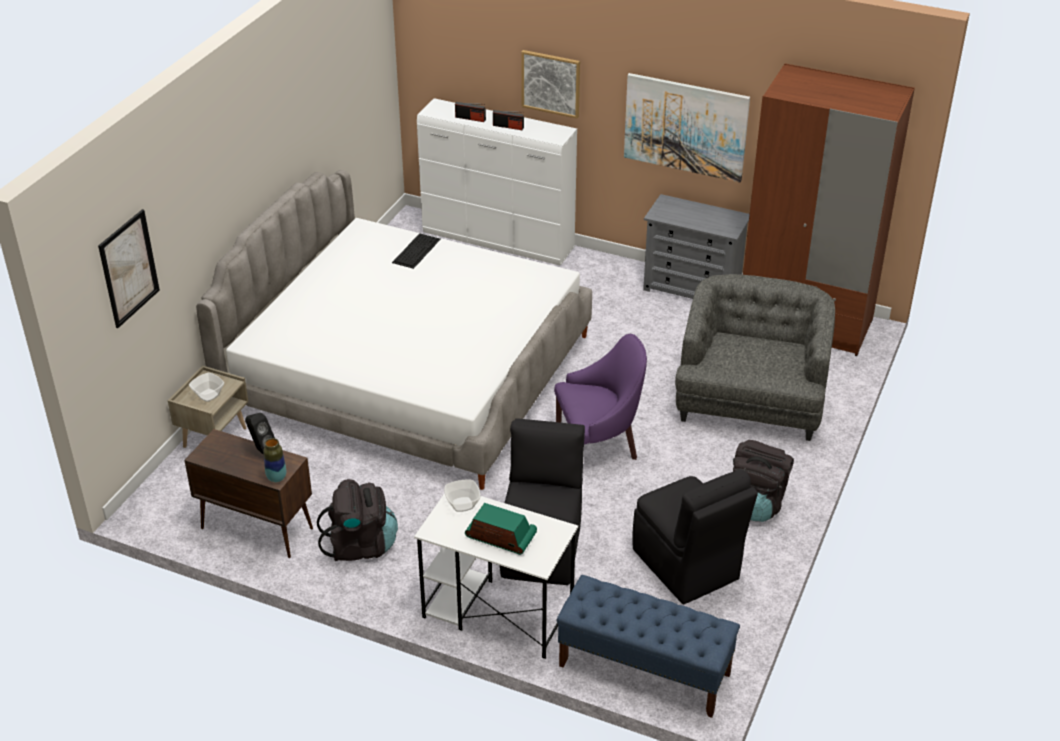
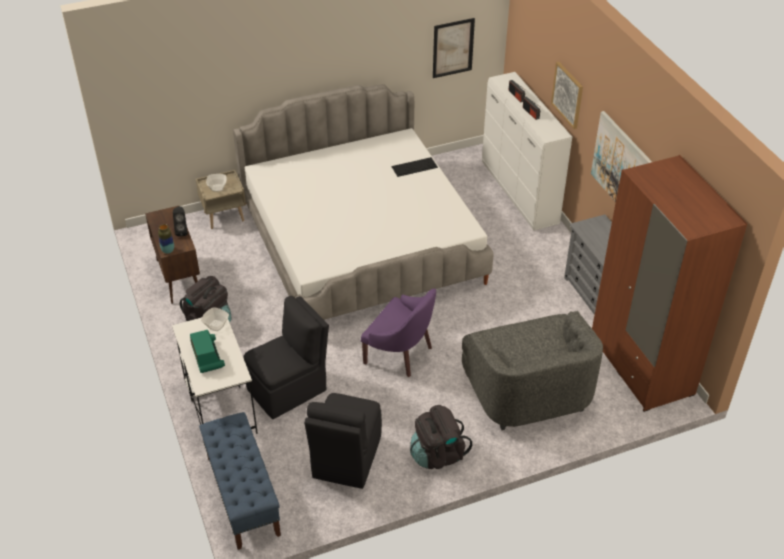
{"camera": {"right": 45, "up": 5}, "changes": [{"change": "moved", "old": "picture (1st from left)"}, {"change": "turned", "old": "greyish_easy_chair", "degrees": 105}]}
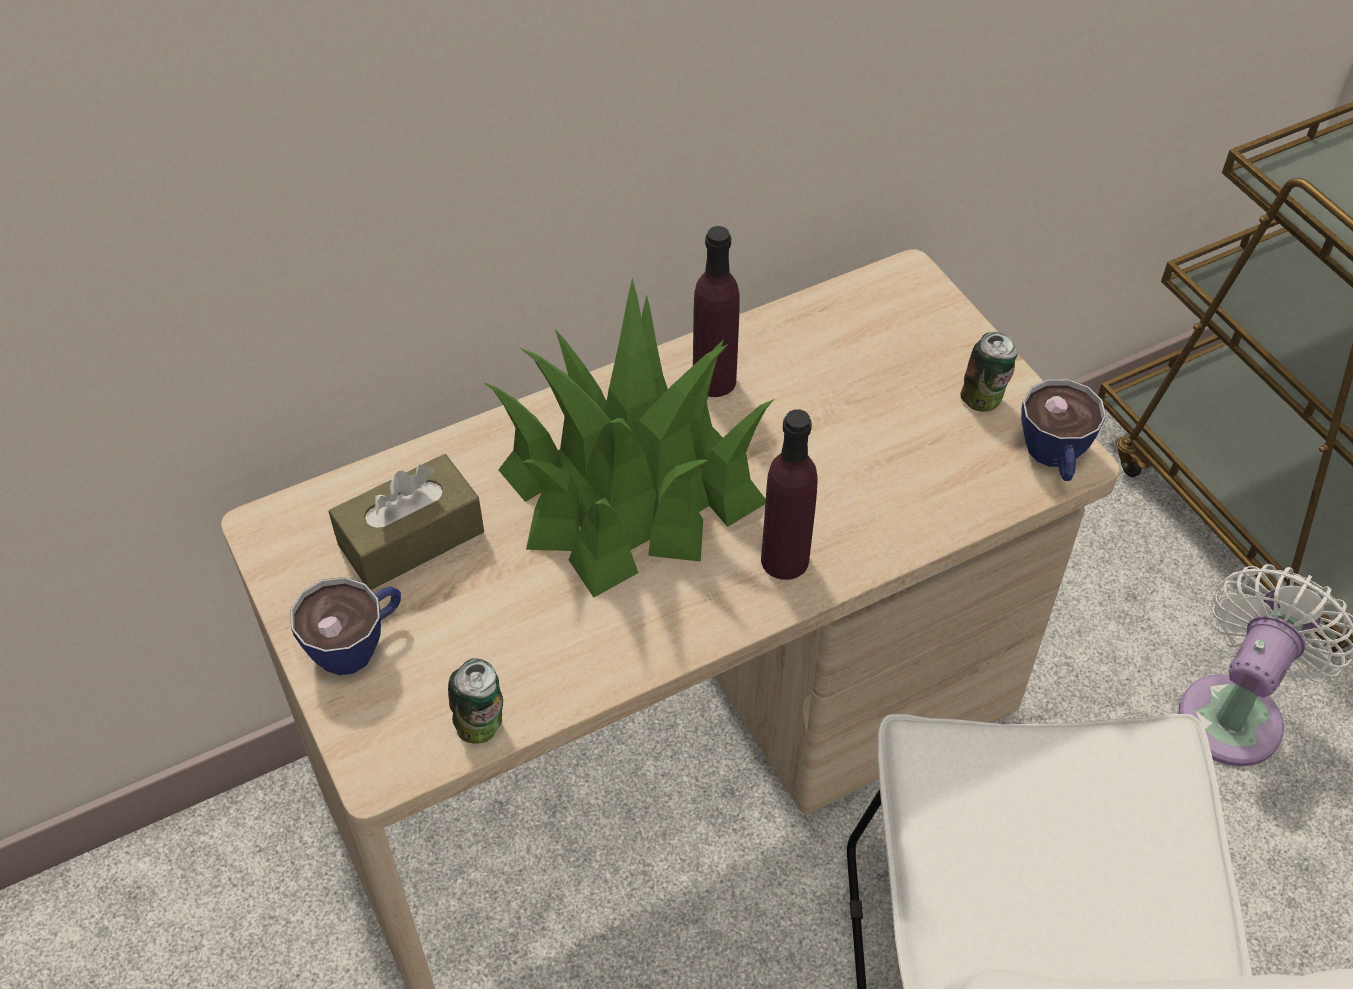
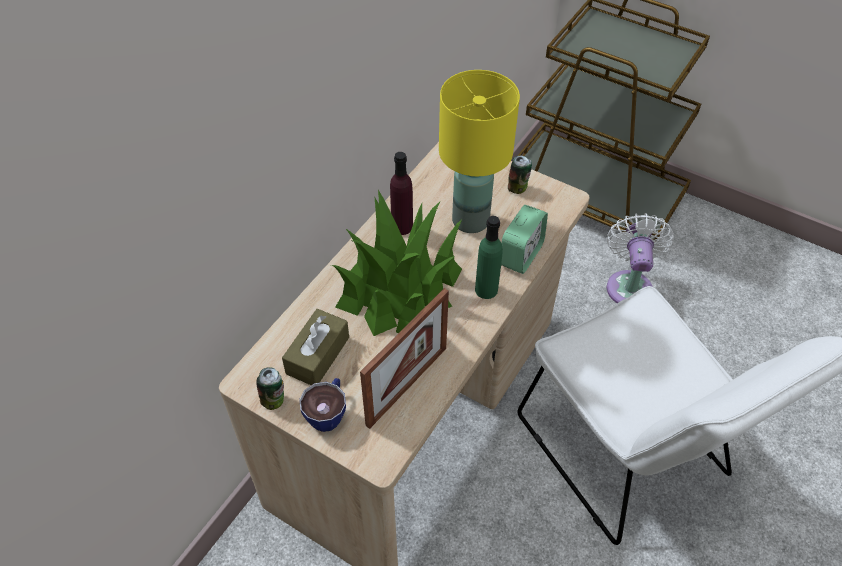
{"camera": {"right": -30, "up": 0}, "changes": [{"change": "removed", "old": "drinking_cup (2nd from left)"}, {"change": "added", "new": "picture_frame"}, {"change": "added", "new": "yellow_lamp_for_a_table"}, {"change": "added", "new": "bedside_clock"}, {"change": "moved", "old": "sealed_can (1st from left)"}, {"change": "recoloured", "old": "purple_drink_bottle (2nd from left)", "new": "green-coloured_drink_bottle"}]}
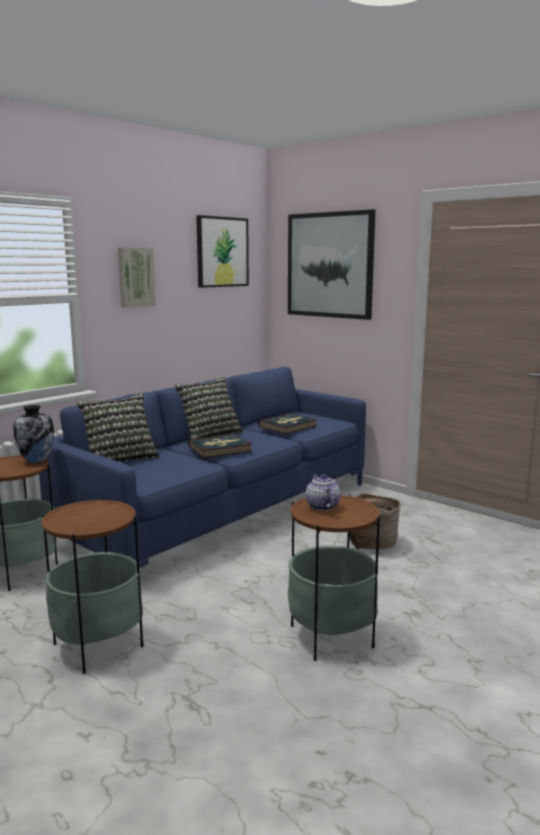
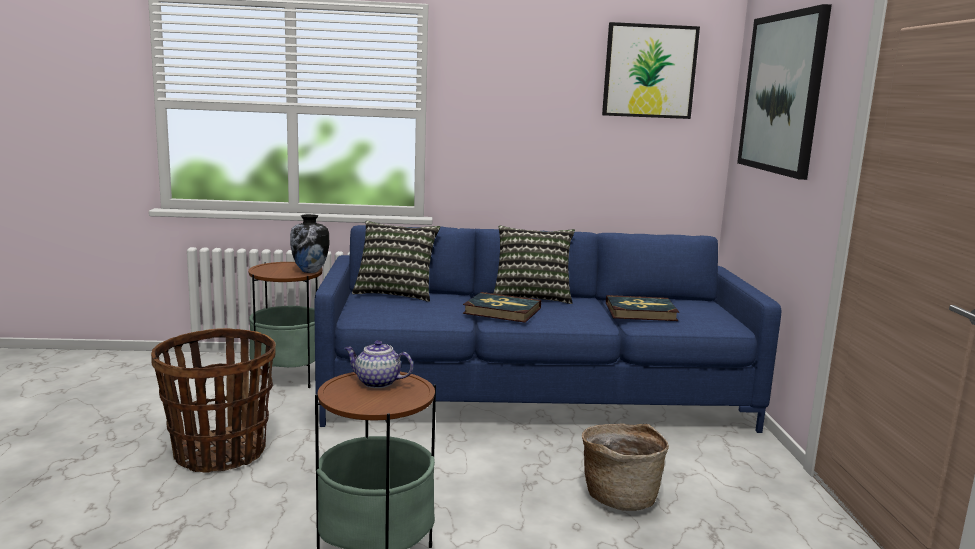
{"camera": {"right": 45, "up": 0}, "changes": [{"change": "removed", "old": "picture (1st from left)"}, {"change": "replaced", "old": "accent_table (2nd from left)", "new": "household_basket (1st from left)"}, {"change": "turned", "old": "tea_pot", "degrees": -105}]}
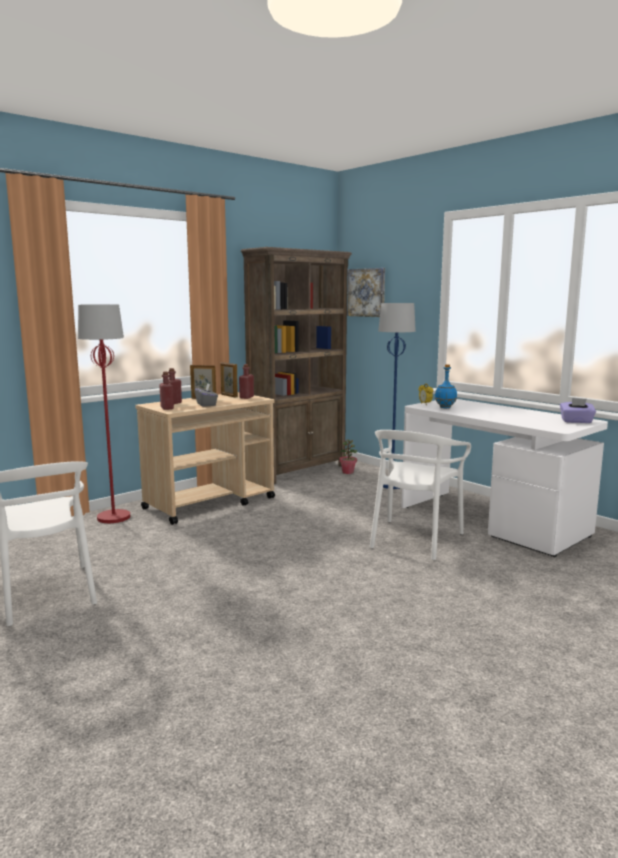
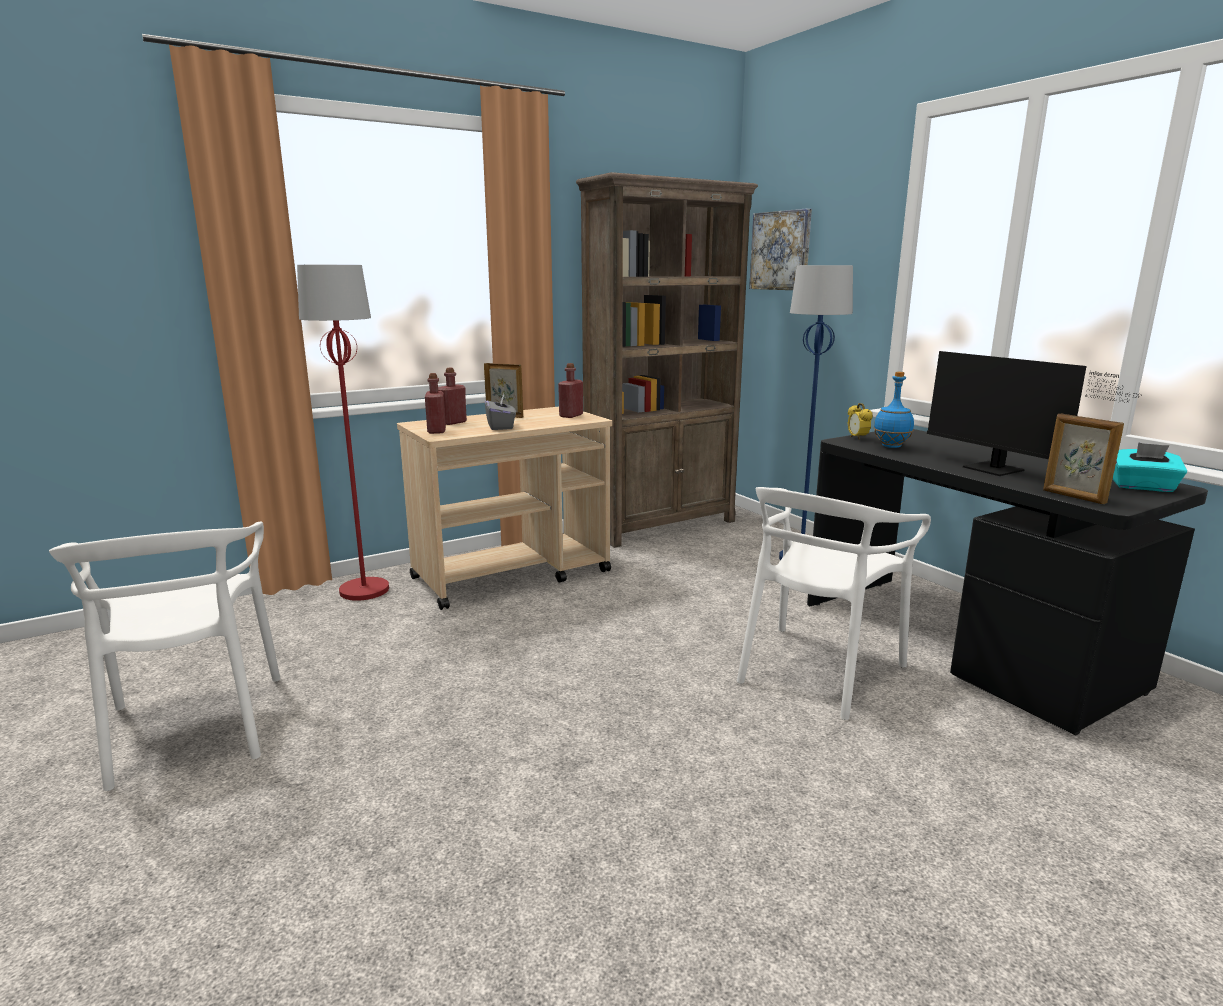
{"camera": {"right": 10, "up": 5}, "changes": [{"change": "removed", "old": "houseplant"}, {"change": "added", "new": "computer_display"}, {"change": "moved", "old": "picture_frame (2nd from left)"}, {"change": "recoloured", "old": "white-coloured_desk_table", "new": "black-coloured_desk_table"}, {"change": "recoloured", "old": "purple_tissue_box", "new": "blue-green_tissue_box"}]}
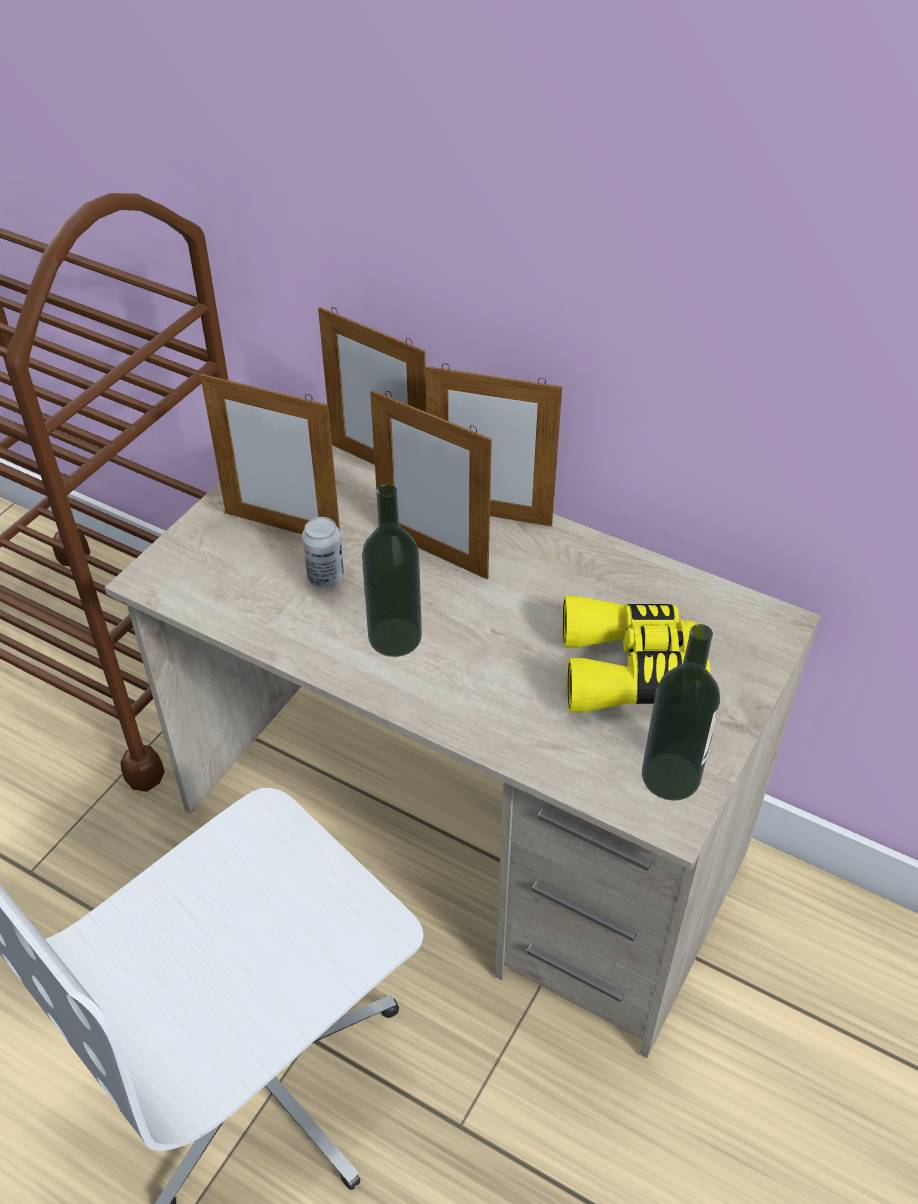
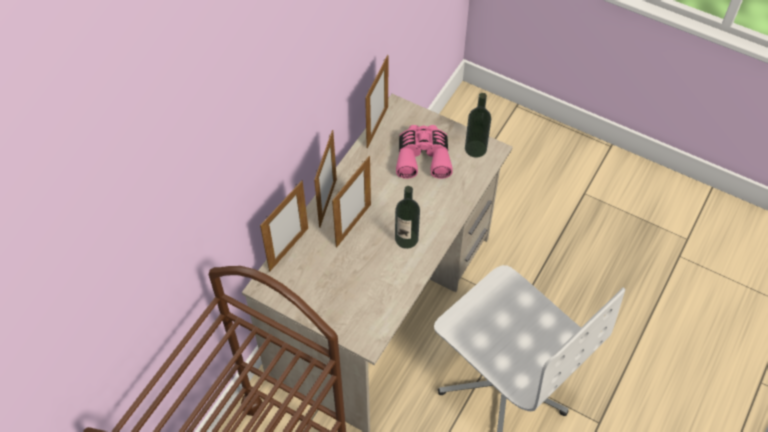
{"camera": {"right": -90, "up": 10}, "changes": [{"change": "removed", "old": "sealed_can"}, {"change": "moved", "old": "picture_frame (1st from left in the first image)", "new": "picture_frame (4th from left)"}, {"change": "recoloured", "old": "yellow_binoculars", "new": "pink_binoculars"}]}
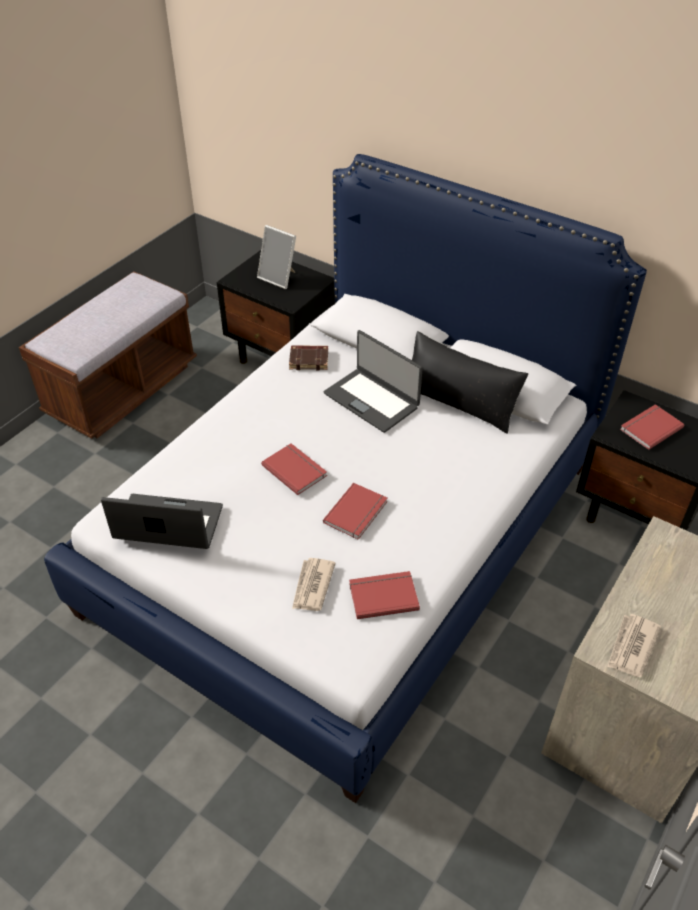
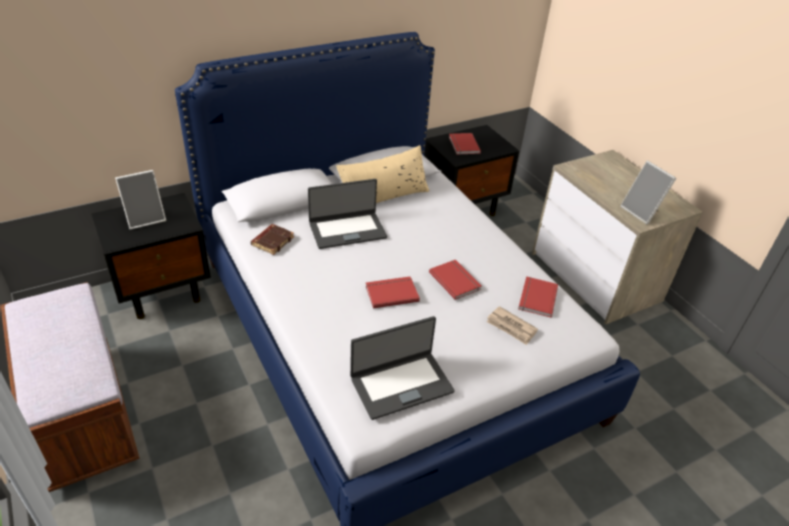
{"camera": {"right": -65, "up": -5}, "changes": [{"change": "replaced", "old": "printed_paper (2nd from left)", "new": "picture_frame (2nd from left)"}, {"change": "recoloured", "old": "black-coloured_pillow", "new": "beige-coloured_pillow"}, {"change": "turned", "old": "portable_computer (1st from left in the first image)", "degrees": -150}]}
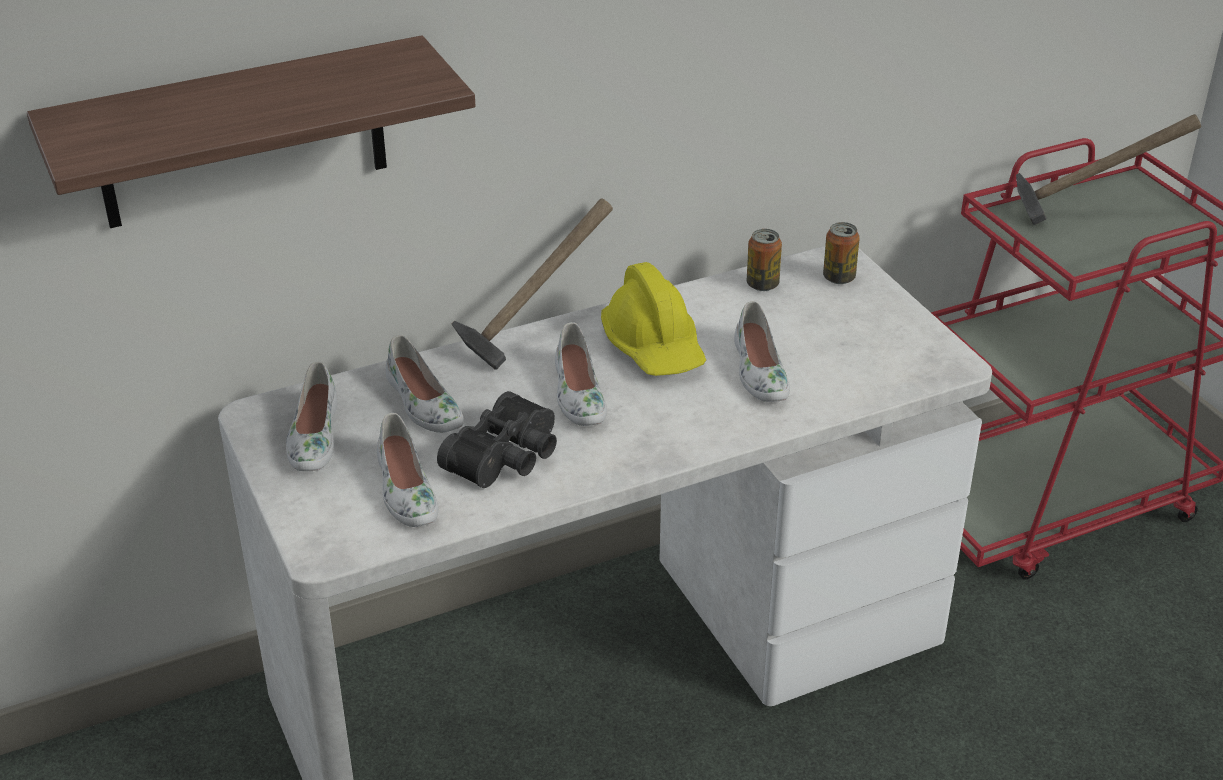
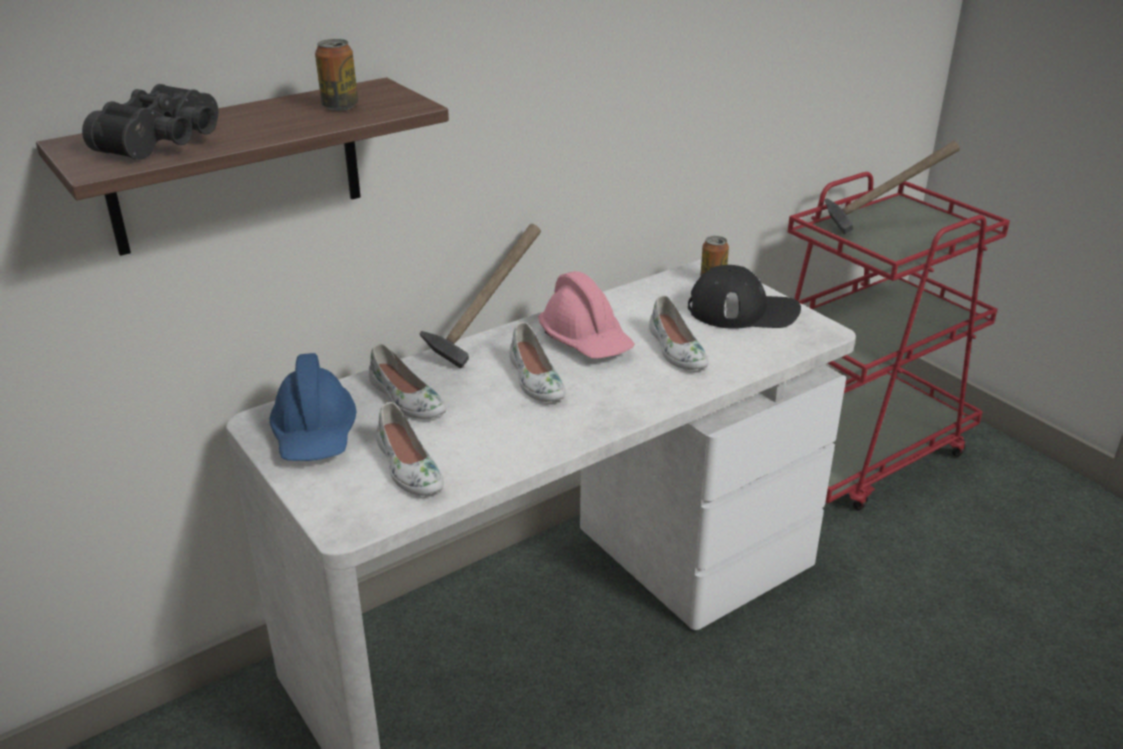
{"camera": {"right": -10, "up": -5}, "changes": [{"change": "added", "new": "black-coloured_cap"}, {"change": "moved", "old": "black-coloured_binoculars"}, {"change": "moved", "old": "sealed_can (1st from left)"}, {"change": "replaced", "old": "white-coloured_item_of_footwear (1st from left)", "new": "bluish_safety_helmet"}, {"change": "recoloured", "old": "yellow_safety_helmet", "new": "pink_safety_helmet"}]}
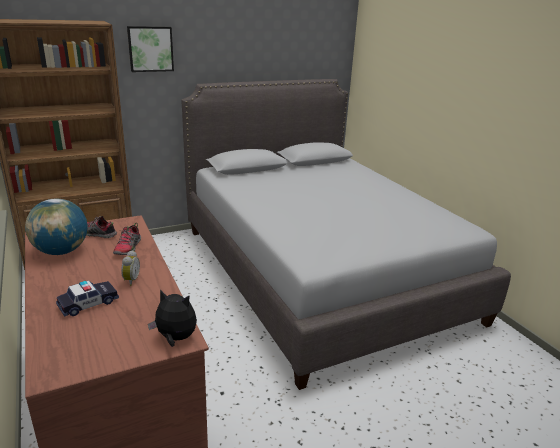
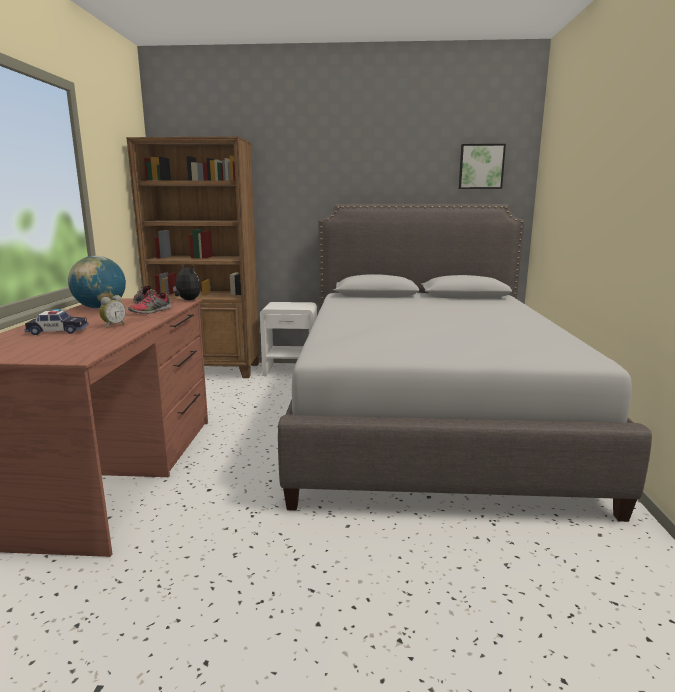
{"camera": {"right": 30, "up": -10}, "changes": [{"change": "added", "new": "white-coloured_bedside_table"}, {"change": "moved", "old": "picture"}, {"change": "moved", "old": "soft_toy"}]}
